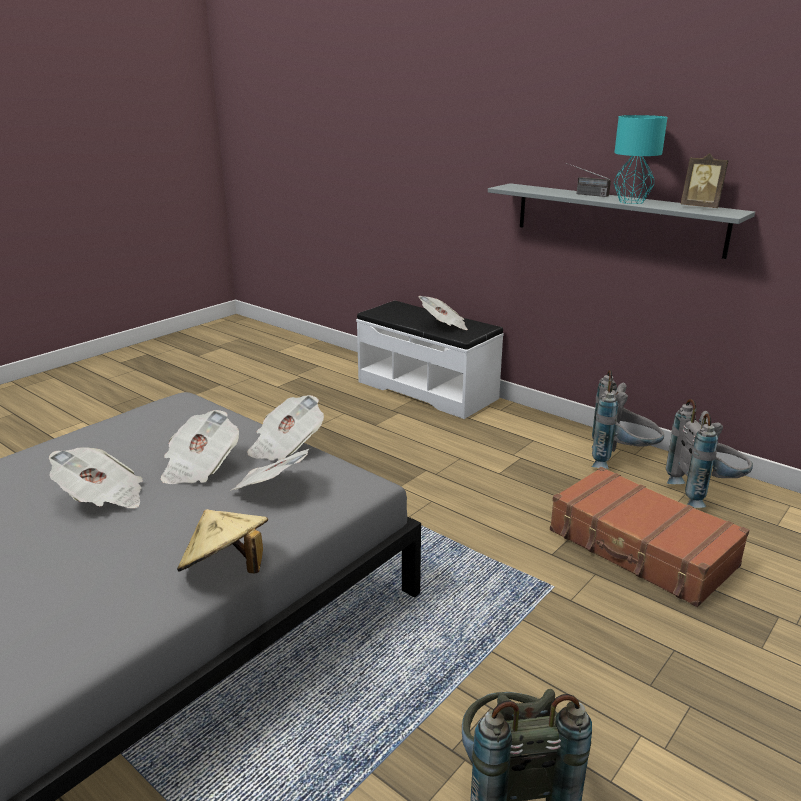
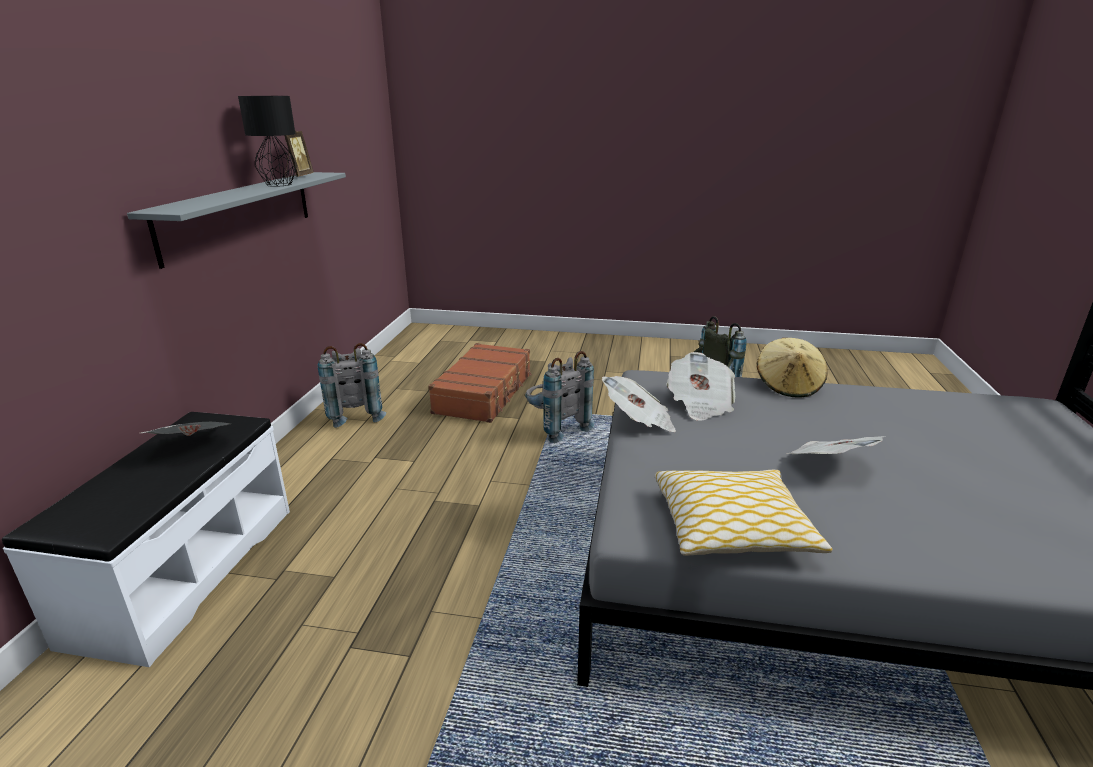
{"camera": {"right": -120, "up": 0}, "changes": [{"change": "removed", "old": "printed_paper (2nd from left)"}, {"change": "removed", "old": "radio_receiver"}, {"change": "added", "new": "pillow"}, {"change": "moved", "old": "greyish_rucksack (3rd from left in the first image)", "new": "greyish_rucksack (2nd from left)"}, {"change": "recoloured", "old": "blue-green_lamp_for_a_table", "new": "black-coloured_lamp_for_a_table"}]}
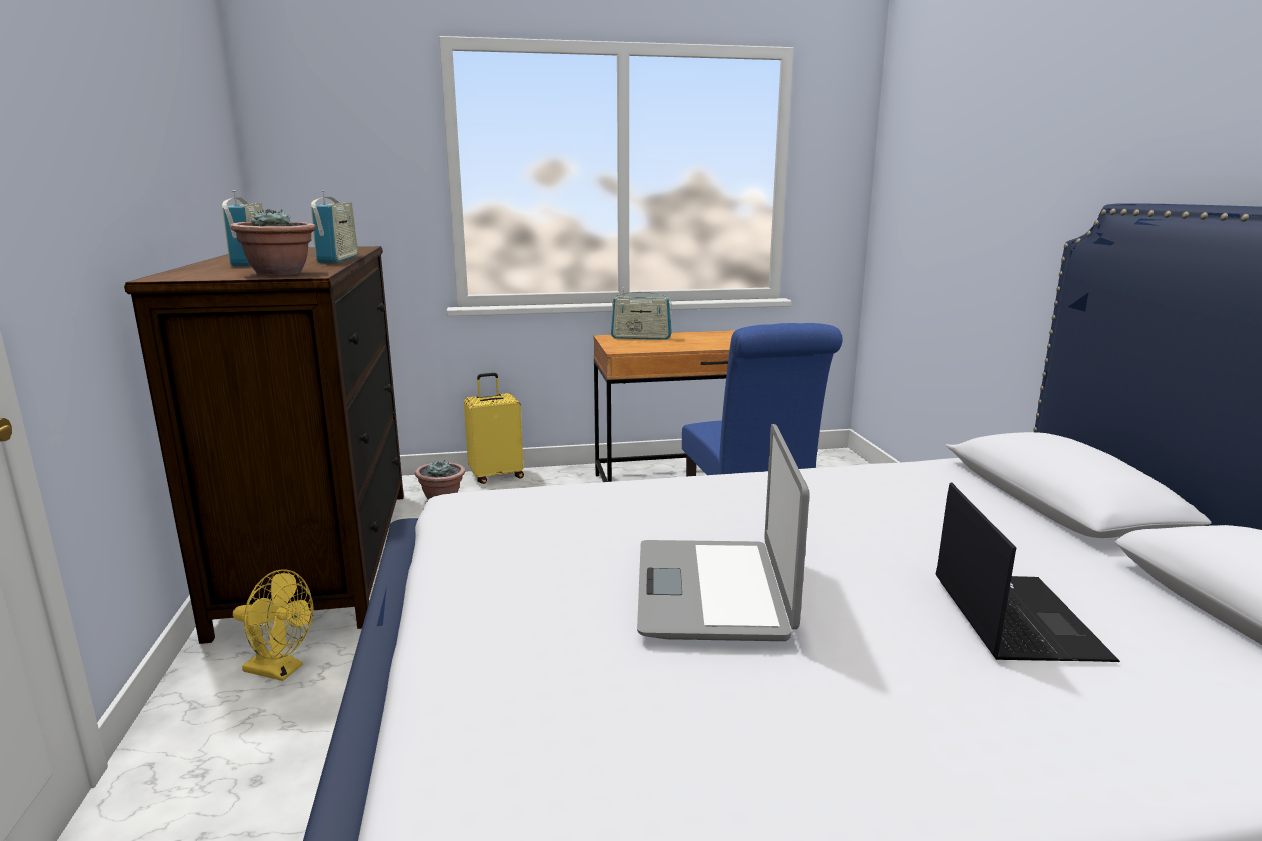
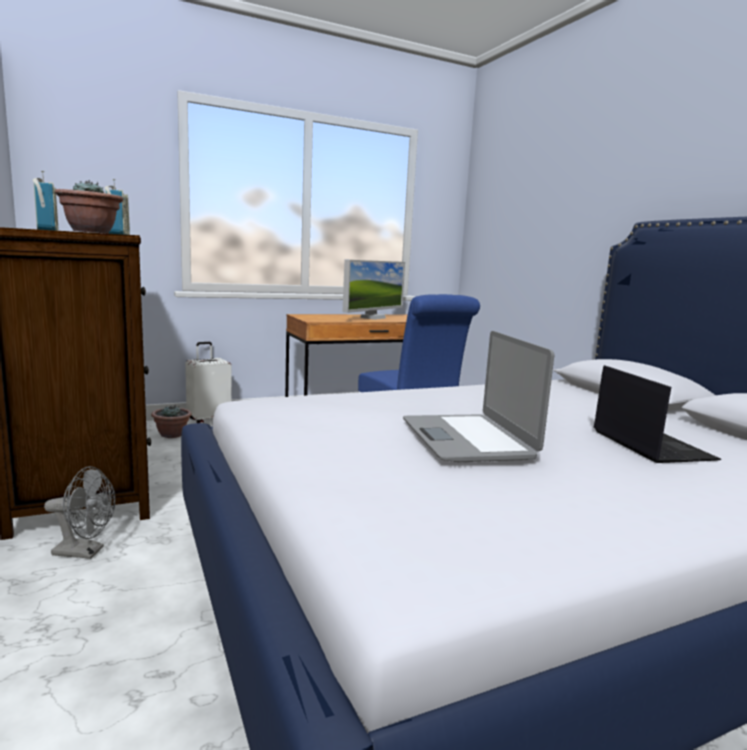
{"camera": {"right": -15, "up": -5}, "changes": [{"change": "removed", "old": "radio_receiver (3rd from left)"}, {"change": "added", "new": "computer_display"}, {"change": "recoloured", "old": "yellow_cooling_fan", "new": "greyish_cooling_fan"}, {"change": "recoloured", "old": "yellow_travel_case", "new": "white-coloured_travel_case"}]}
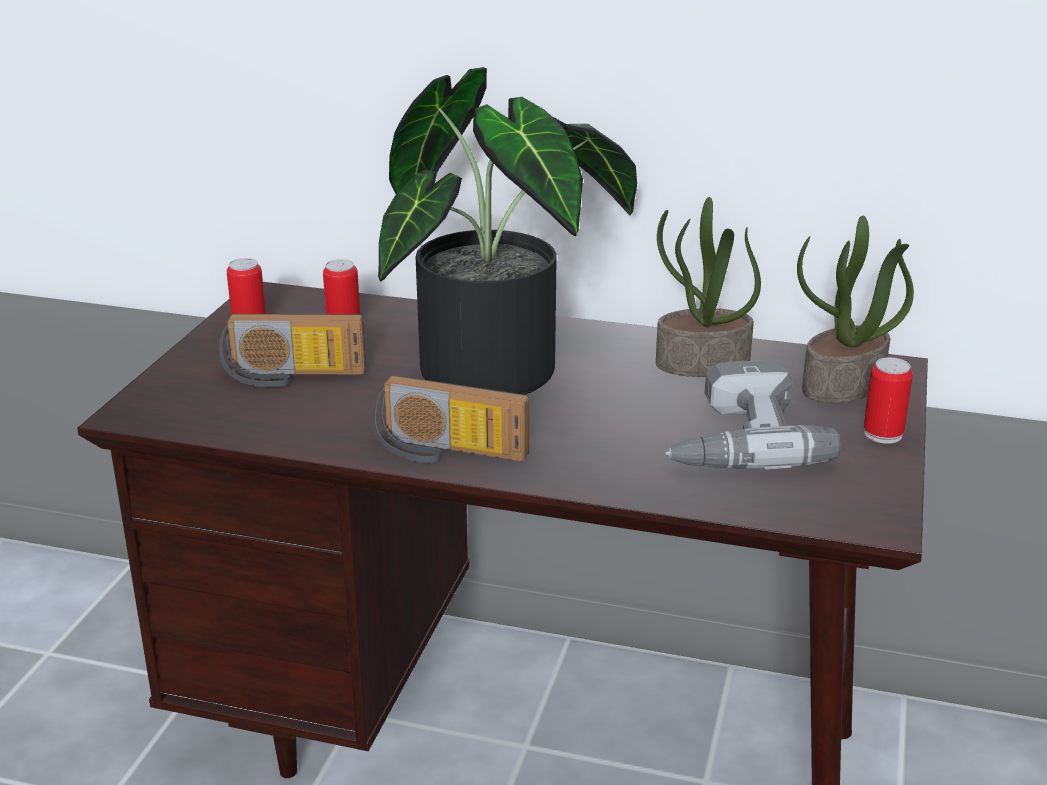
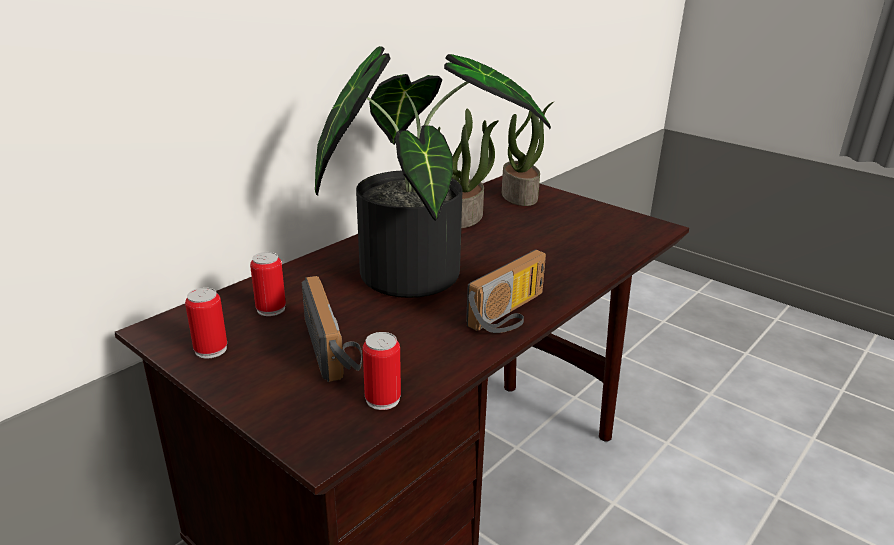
{"camera": {"right": -65, "up": 0}, "changes": [{"change": "removed", "old": "power_drill"}, {"change": "moved", "old": "sealed_can (3rd from left)"}, {"change": "turned", "old": "radio_receiver (1st from left)", "degrees": -45}]}
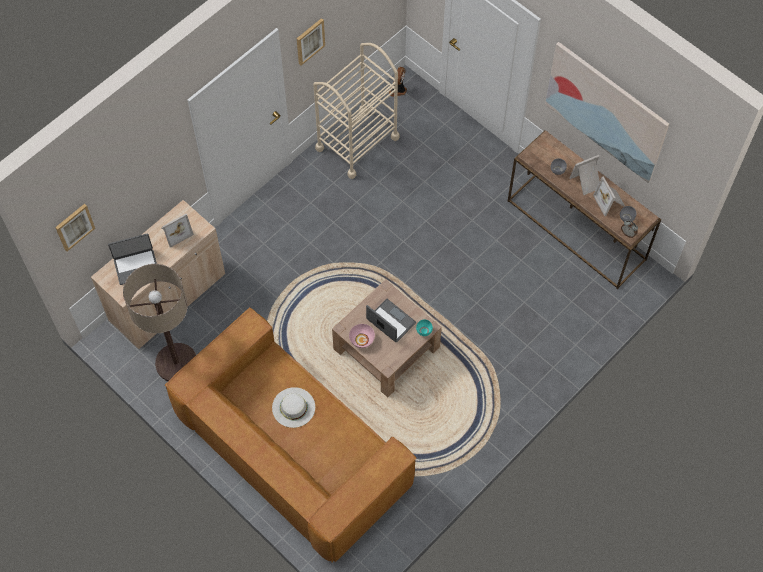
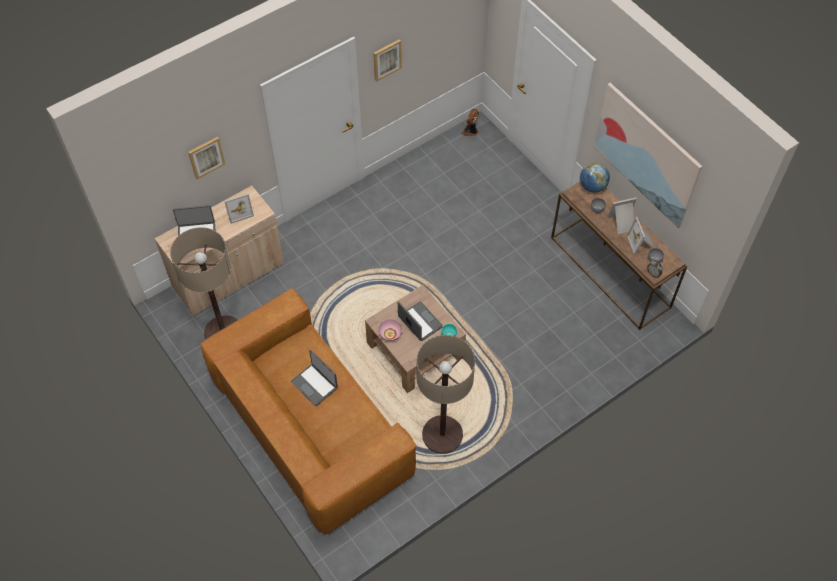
{"camera": {"right": 10, "up": -5}, "changes": [{"change": "removed", "old": "beige-coloured_trolley"}, {"change": "added", "new": "floor_lamp (2nd from left)"}, {"change": "added", "new": "globe"}, {"change": "moved", "old": "picture (1st from left)"}, {"change": "replaced", "old": "white-coloured_wearable_hat", "new": "portable_computer (2nd from left)"}]}
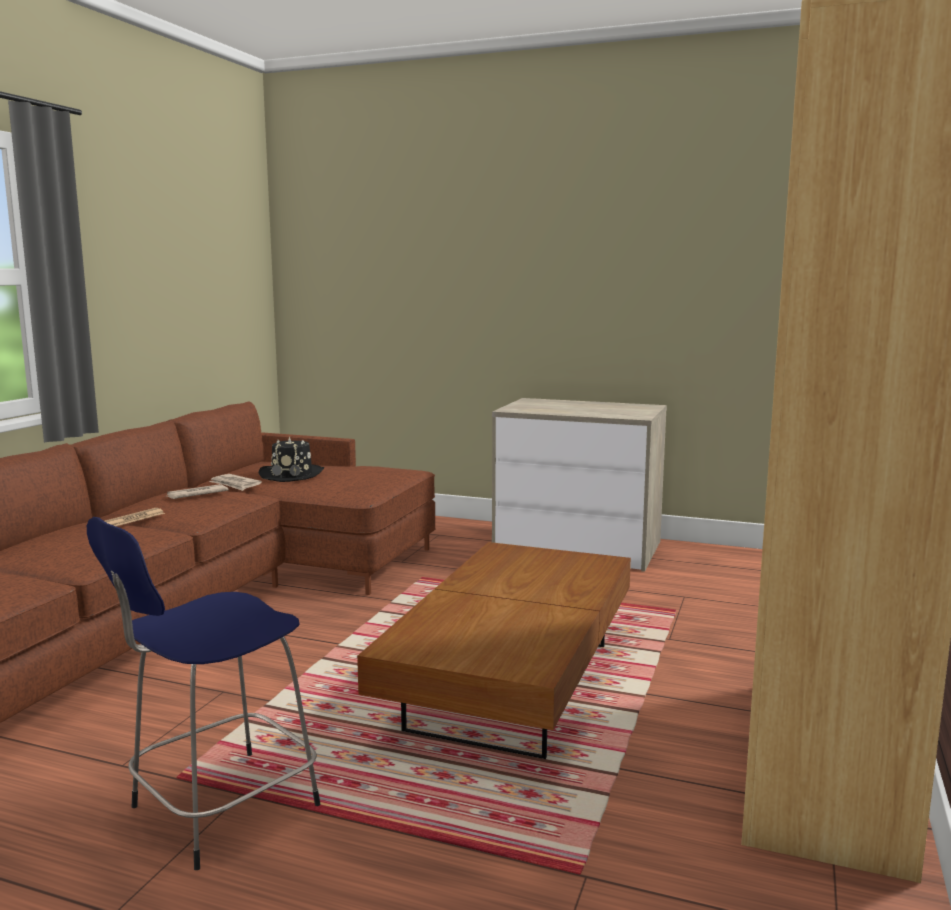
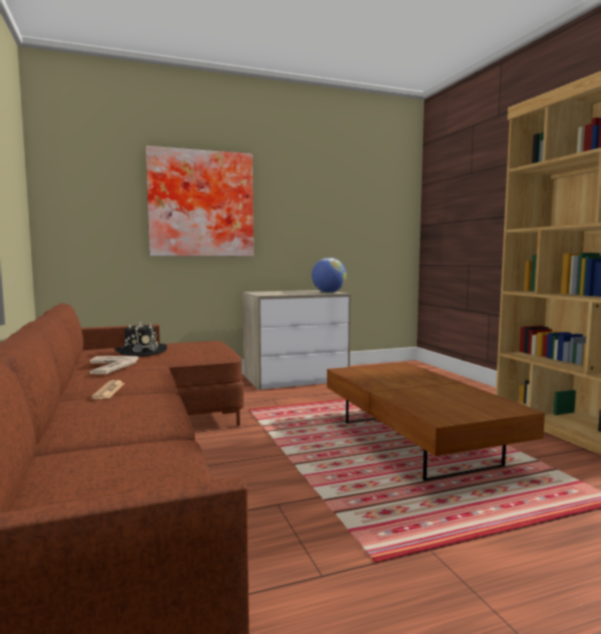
{"camera": {"right": -40, "up": -5}, "changes": [{"change": "removed", "old": "bluish_stool_seat"}, {"change": "added", "new": "picture"}, {"change": "added", "new": "globe"}]}
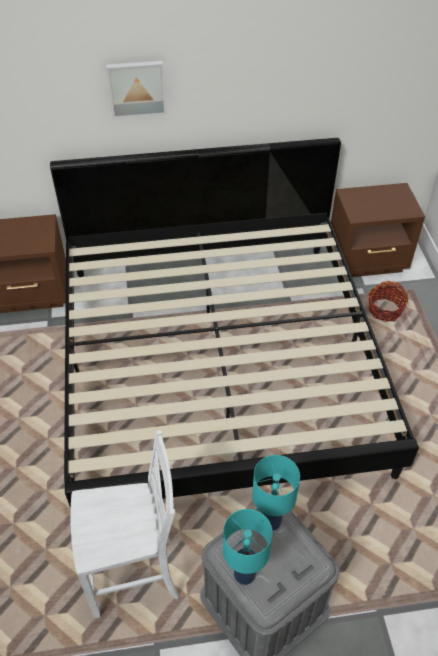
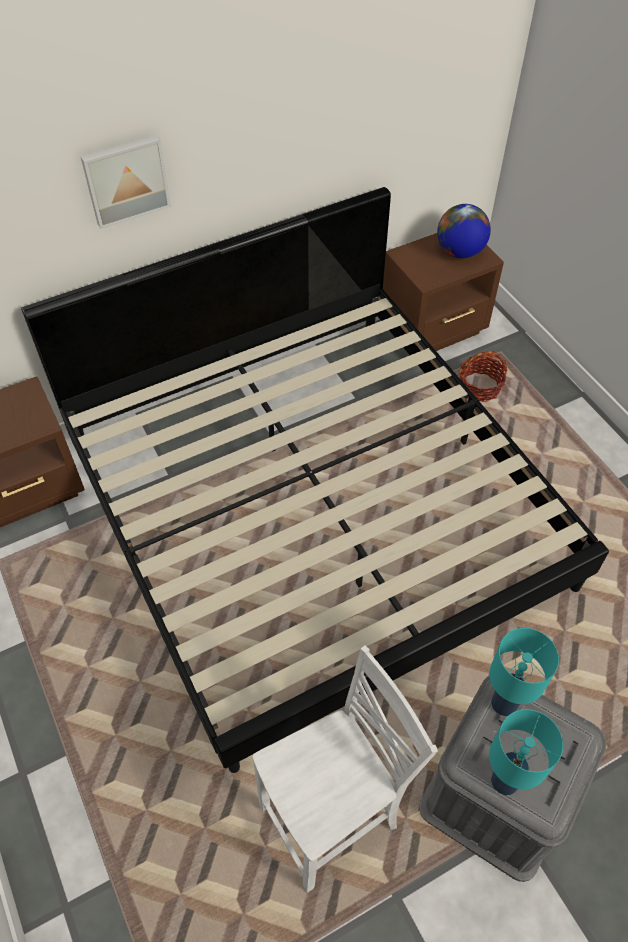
{"camera": {"right": -20, "up": 5}, "changes": [{"change": "added", "new": "globe"}]}
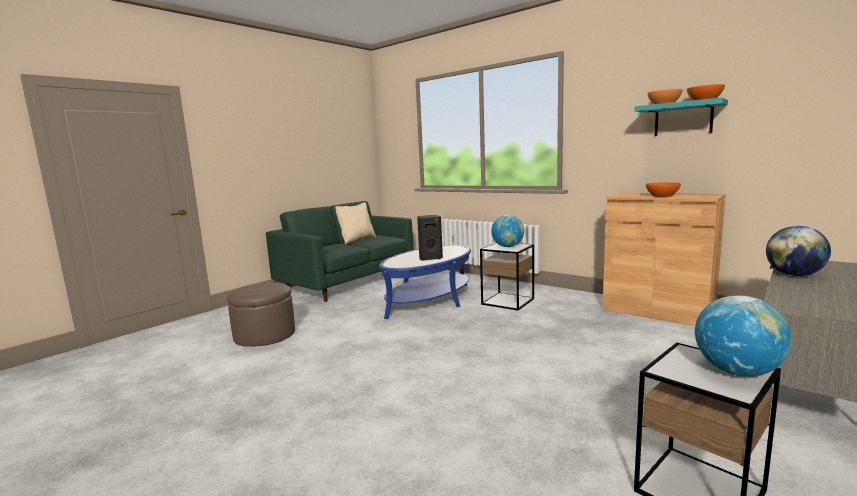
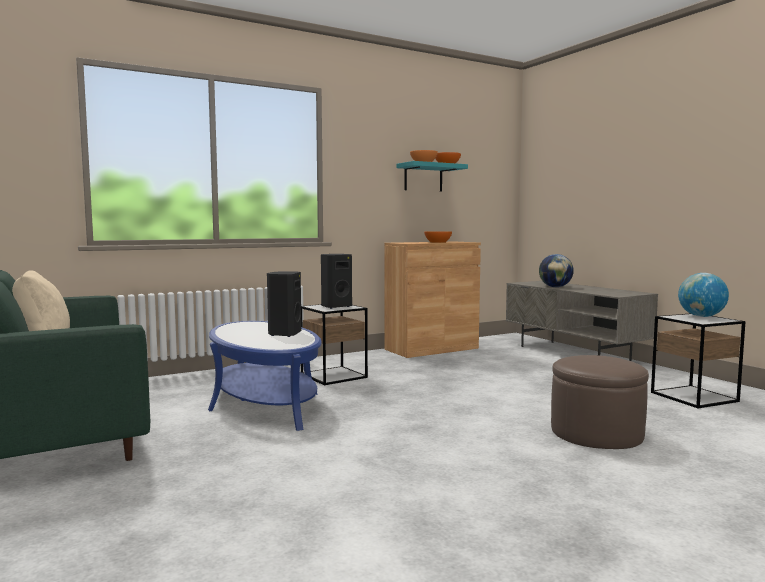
{"camera": {"right": -70, "up": -5}, "changes": [{"change": "moved", "old": "brownish_pouffe"}, {"change": "replaced", "old": "globe (1st from left)", "new": "black-coloured_audio_speaker (2nd from left)"}]}
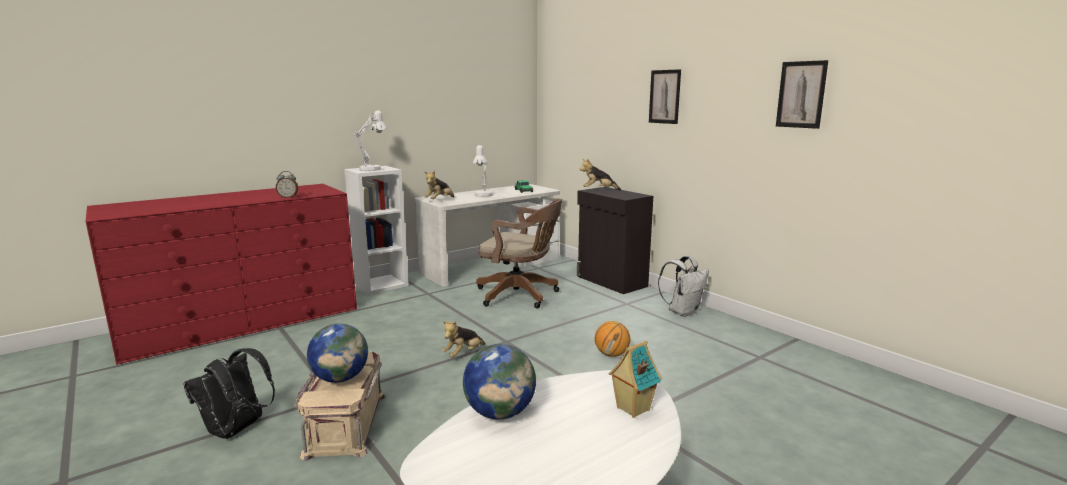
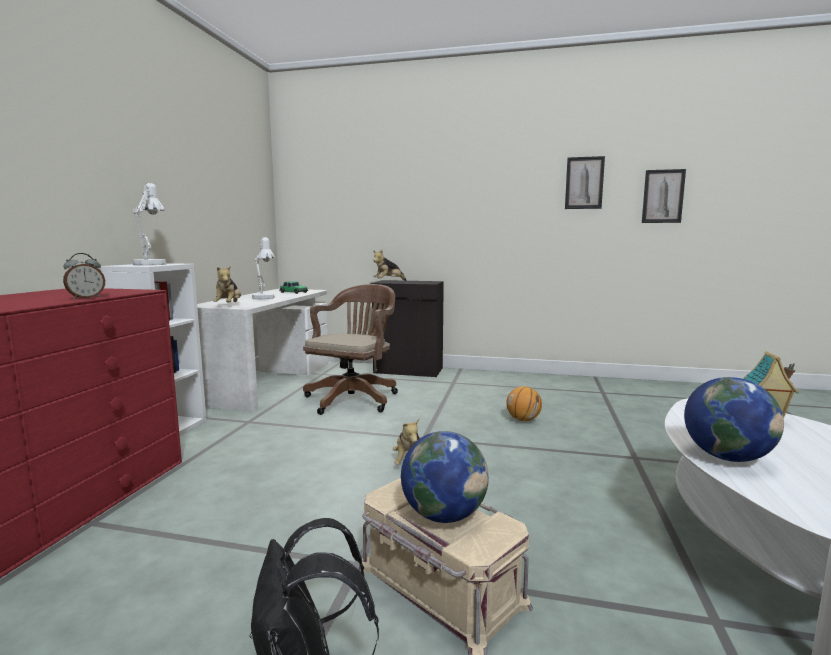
{"camera": {"right": -40, "up": -5}, "changes": [{"change": "removed", "old": "white-coloured_rucksack"}, {"change": "moved", "old": "picture (1st from left in the first image)", "new": "picture (2nd from left)"}, {"change": "turned", "old": "brownish_computer_chair", "degrees": -45}]}
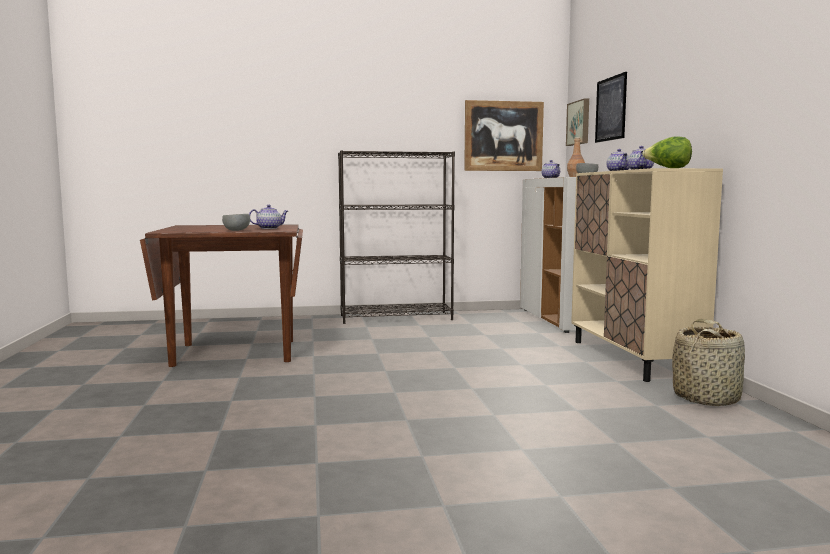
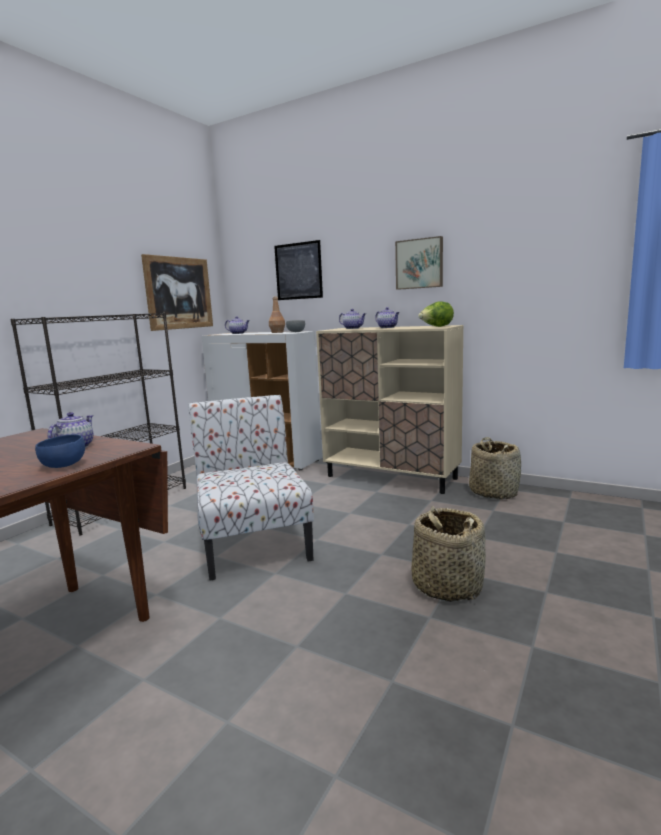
{"camera": {"right": -50, "up": 5}, "changes": [{"change": "added", "new": "plain_chair"}, {"change": "added", "new": "household_basket (1st from left)"}, {"change": "moved", "old": "picture (2nd from left in the first image)", "new": "picture (3rd from left)"}, {"change": "recoloured", "old": "greyish_serving_bowl (1st from left)", "new": "bluish_serving_bowl"}]}
